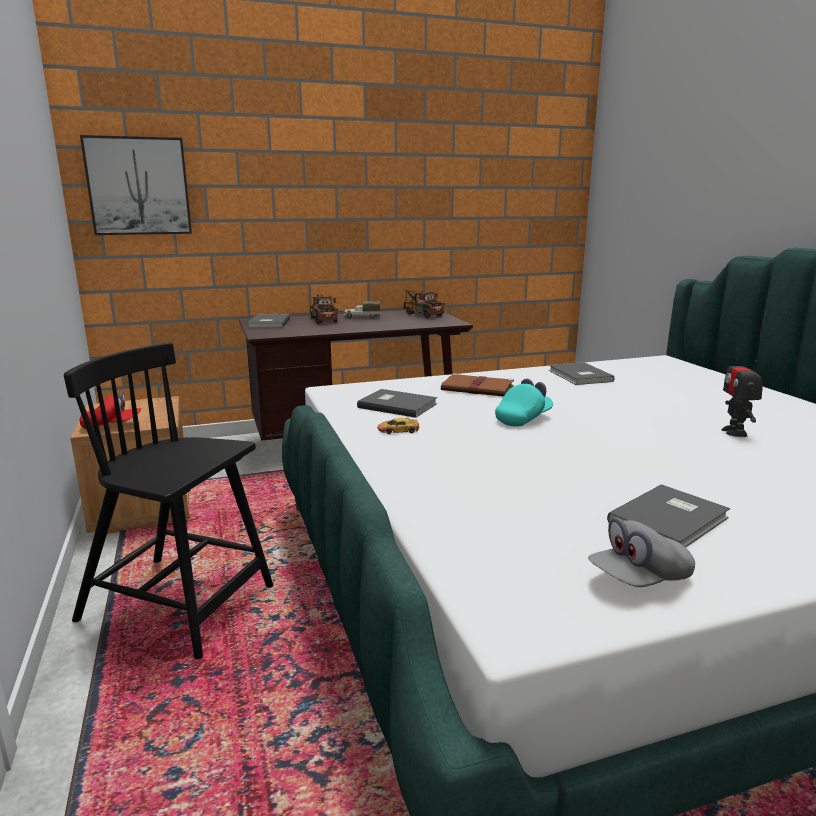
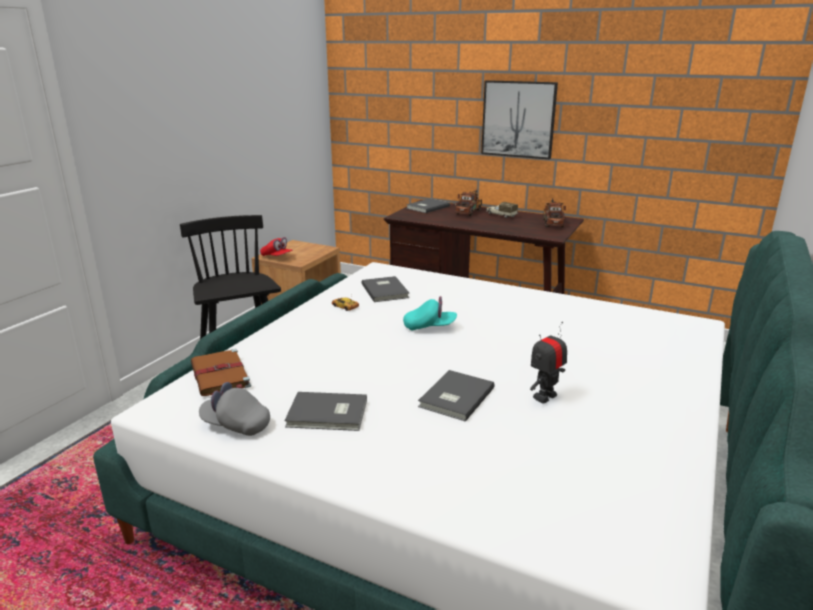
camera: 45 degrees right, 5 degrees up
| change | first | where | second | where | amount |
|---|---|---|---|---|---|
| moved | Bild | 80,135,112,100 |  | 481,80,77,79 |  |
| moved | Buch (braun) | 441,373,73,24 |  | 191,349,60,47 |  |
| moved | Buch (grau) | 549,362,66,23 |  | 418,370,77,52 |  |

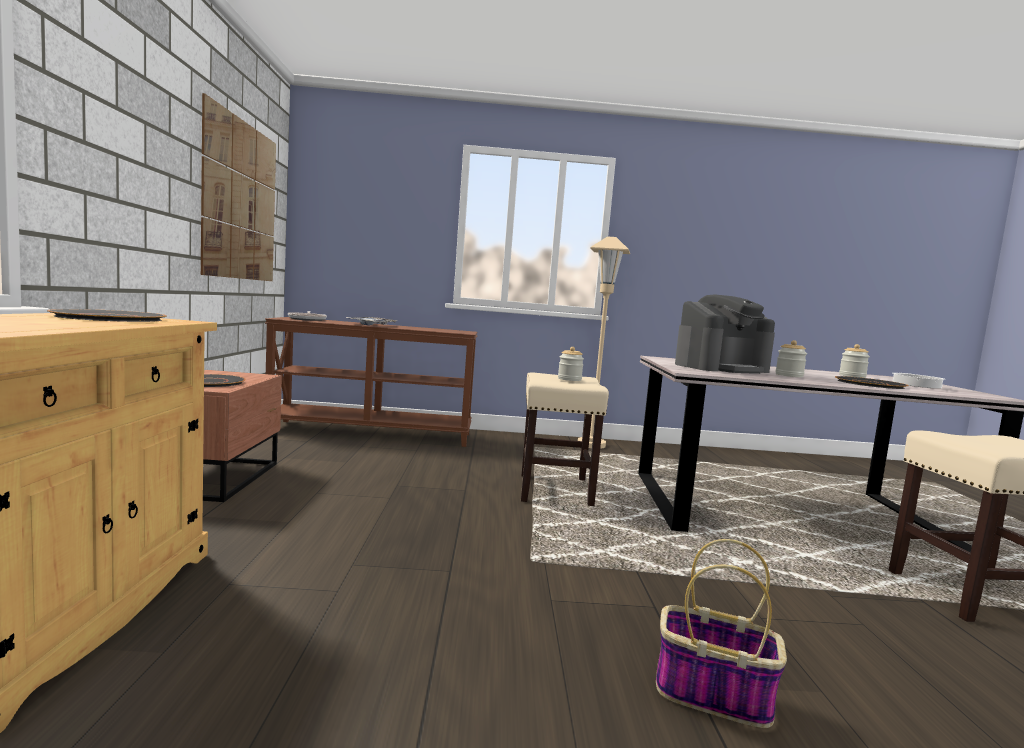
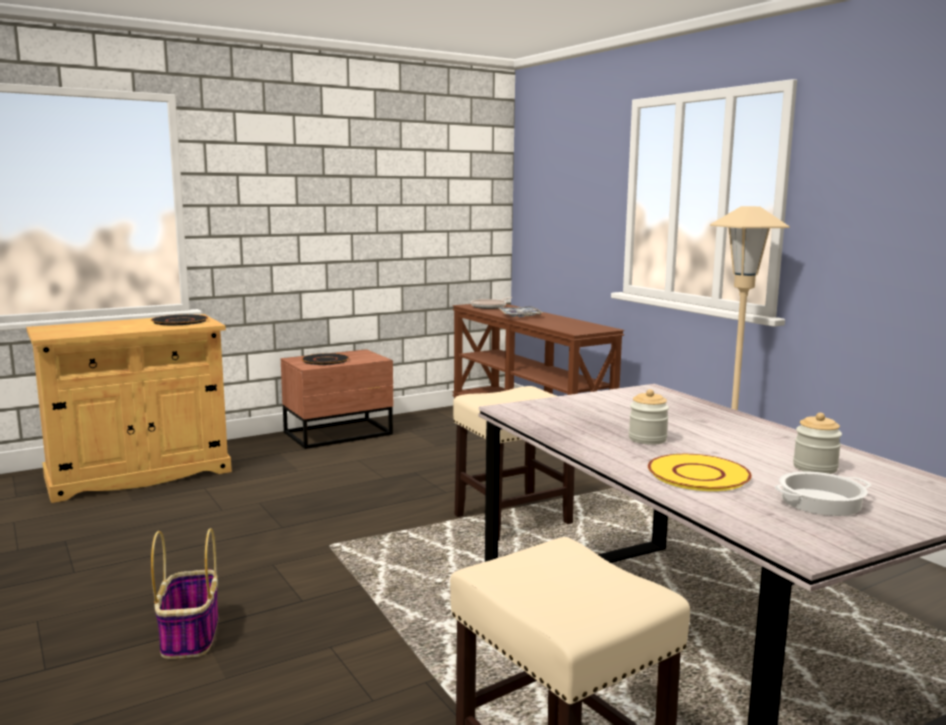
camera: 60 degrees right, 5 degrees up
| change | first | where | second | where | amount |
|---|---|---|---|---|---|
| removed | Bild | 201,93,75,188 |  |  |  |
| removed | Vorratsglas | 558,347,26,34 |  |  |  |
| removed | Kaffeemaschine | 675,294,100,80 |  |  |  |
| recoloured | Teller (schwarz) | 835,376,74,13 | Teller (gelb) | 648,454,104,37 |  |

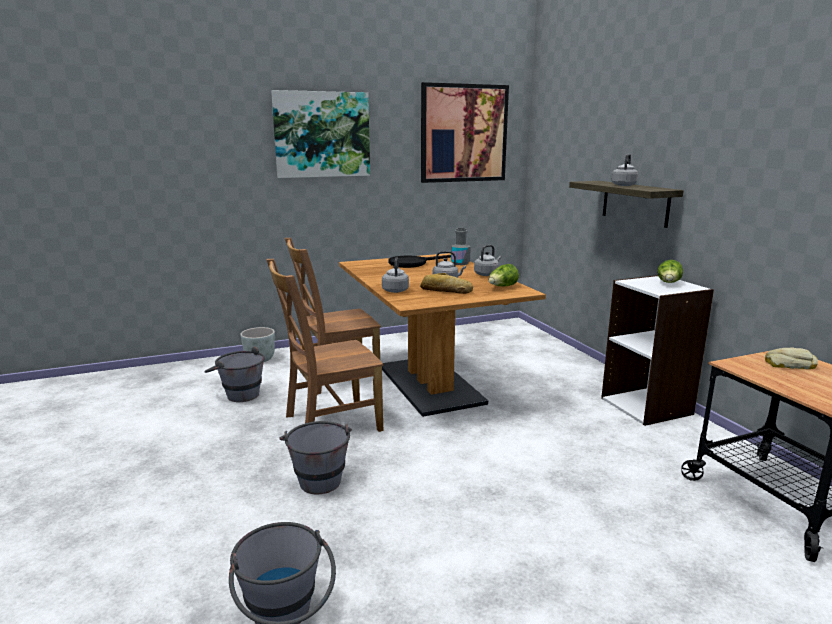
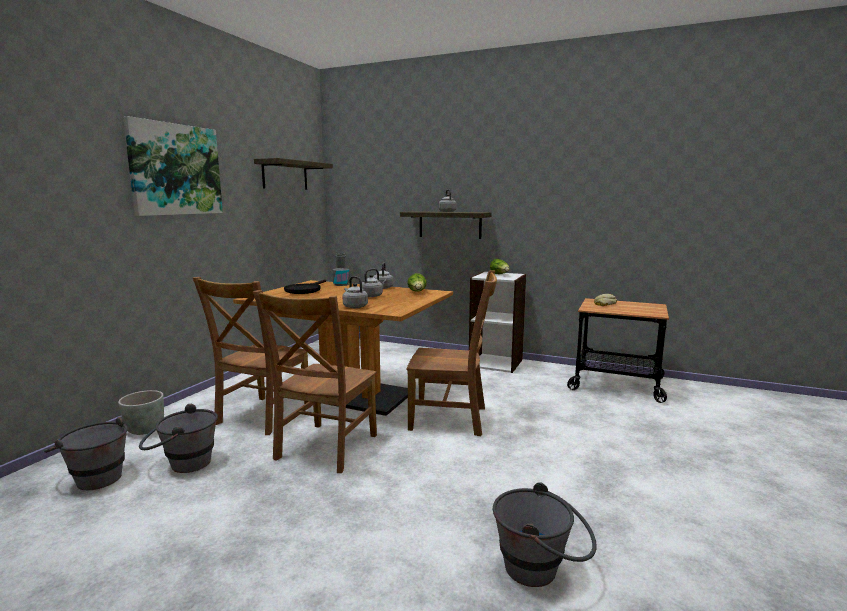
camera: 45 degrees left, 5 degrees down
| change | first | where | second | where | amount |
|---|---|---|---|---|---|
| removed | Brot | 420,273,53,21 |  |  |  |
| added |  |  | Stuhl (braun) | 407,271,90,165 |  |
| moved | Eimer (grau) | 279,421,73,73 |  | 44,416,84,74 |  |
| replaced | Bild | 421,82,88,101 | Wandregal | 254,158,79,32 |  |

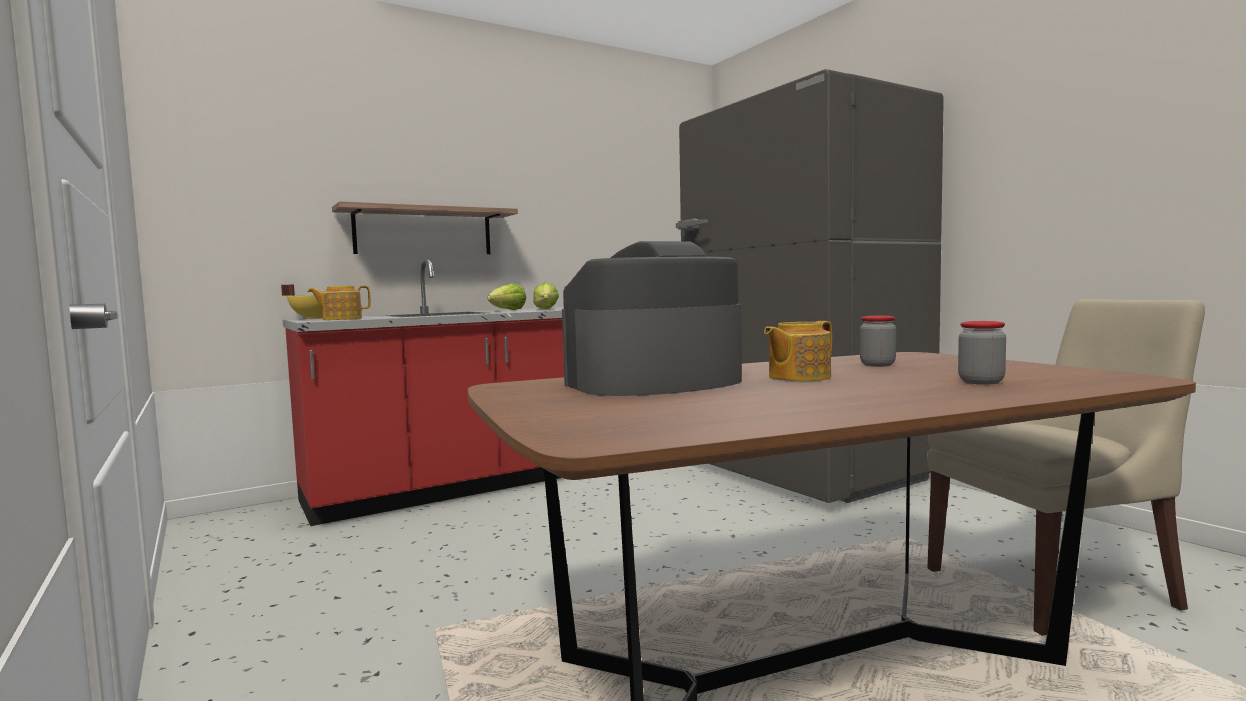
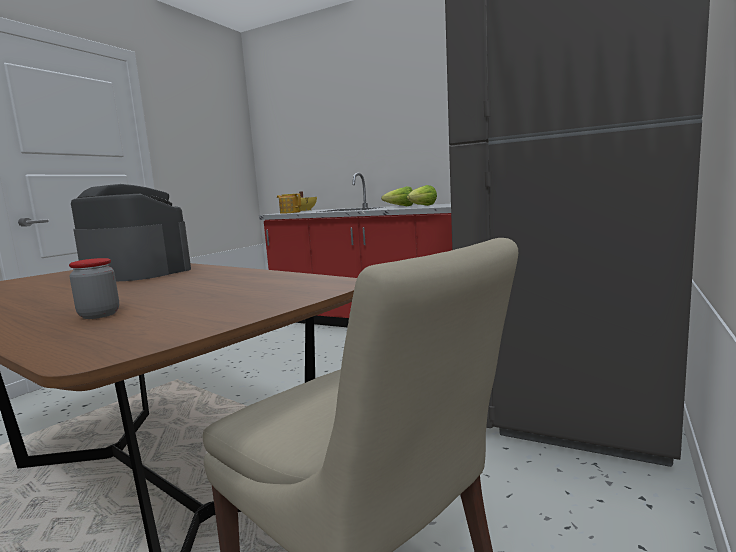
camera: 60 degrees right, 5 degrees up
| change | first | where | second | where | amount |
|---|---|---|---|---|---|
| removed | Wandregal | 332,201,186,53 |  |  |  |
| removed | Teekanne | 764,321,68,60 |  |  |  |
| removed | Vorratsglas | 860,316,36,51 |  |  |  |

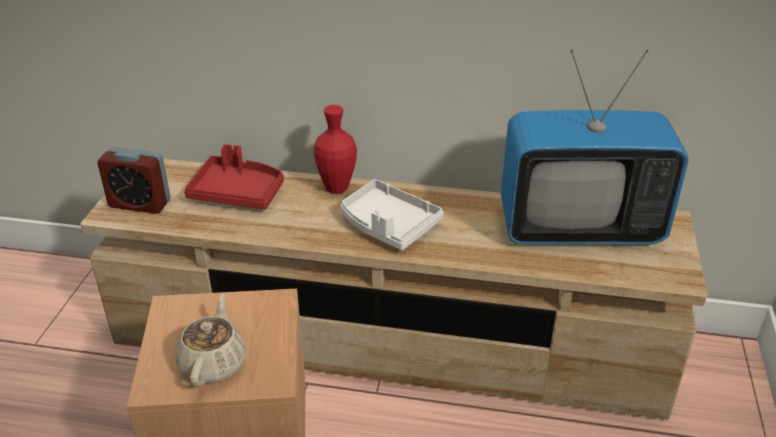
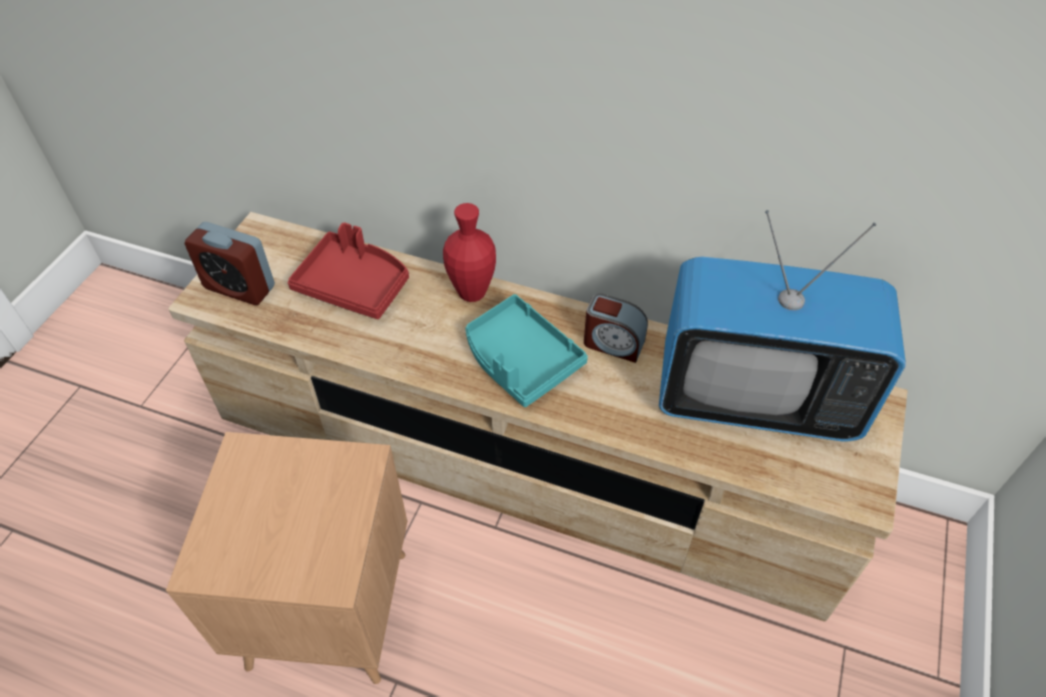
camera: 10 degrees right, 15 degrees up
| change | first | where | second | where | amount |
|---|---|---|---|---|---|
| removed | Teekanne (beige) | 175,294,71,93 |  |  |  |
| added |  |  | Wecker | 584,293,64,70 |  |
| recoloured | Tablett (weiß) | 340,179,104,71 | Tablett (türkis) | 465,294,123,113 |  |

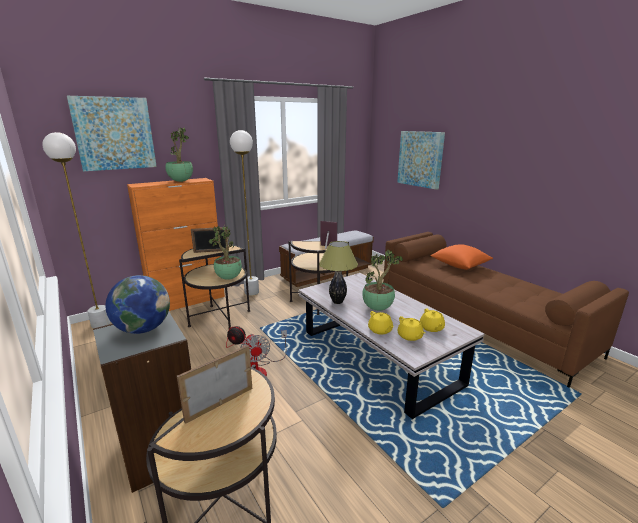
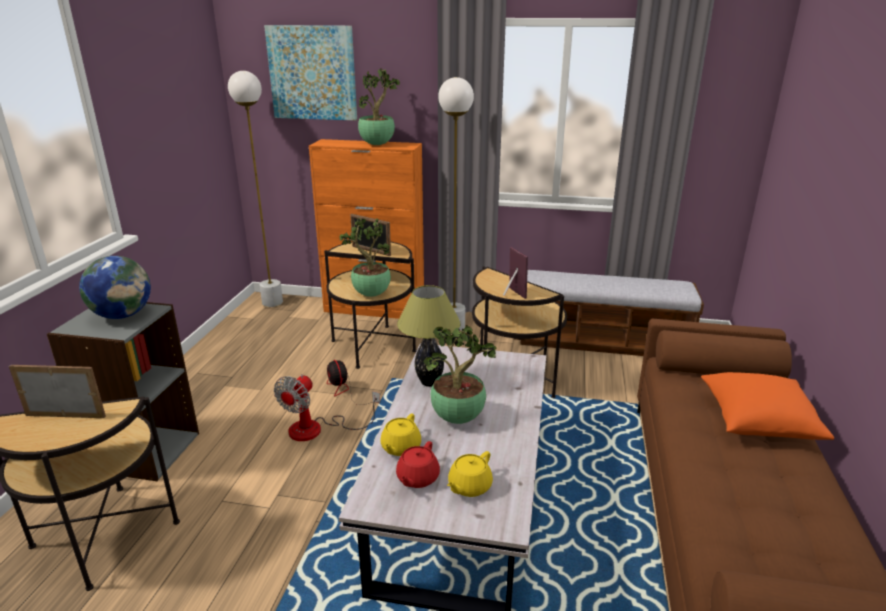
camera: 45 degrees right, 5 degrees up
| change | first | where | second | where | amount |
|---|---|---|---|---|---|
| removed | Bild | 397,131,48,59 |  |  |  |
| recoloured | Teekanne (gelb) | 397,316,28,25 | Teekanne (rot) | 396,441,44,47 |  |

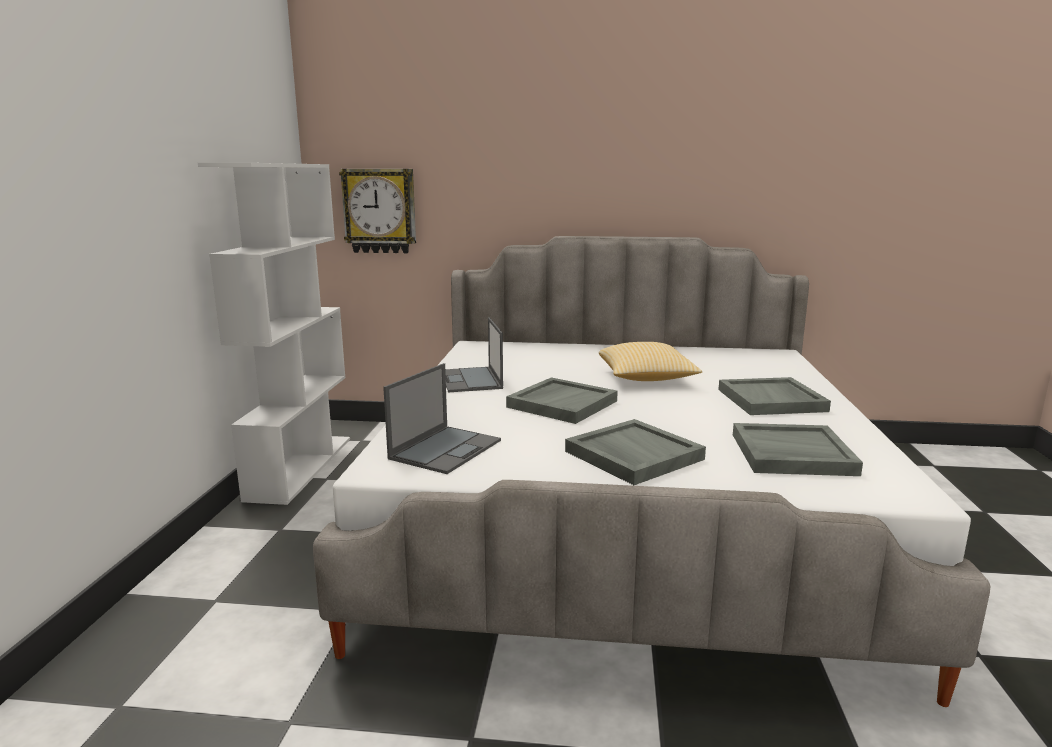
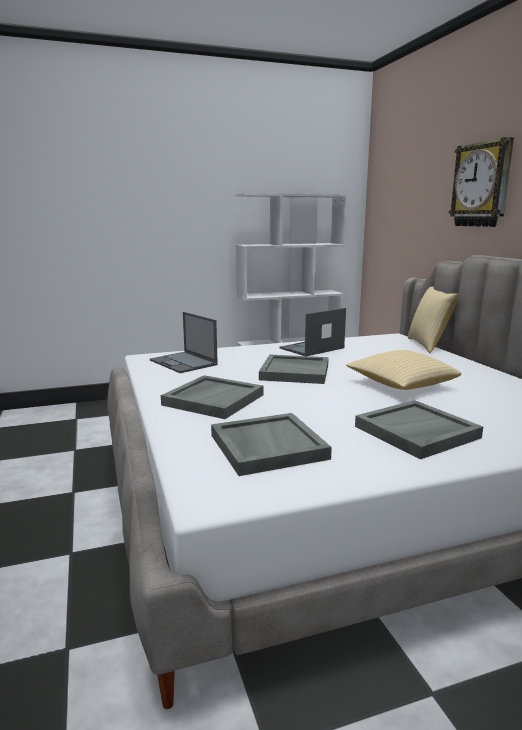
camera: 65 degrees right, 0 degrees up
| change | first | where | second | where | amount |
|---|---|---|---|---|---|
| added |  |  | Kissen | 408,287,50,66 |  |
| moved | Wanduhr | 339,169,77,84 |  | 449,137,65,90 |  |
| turned | Laptop | 383,363,118,111 |  | 150,312,68,61 | 45 degrees clockwise |

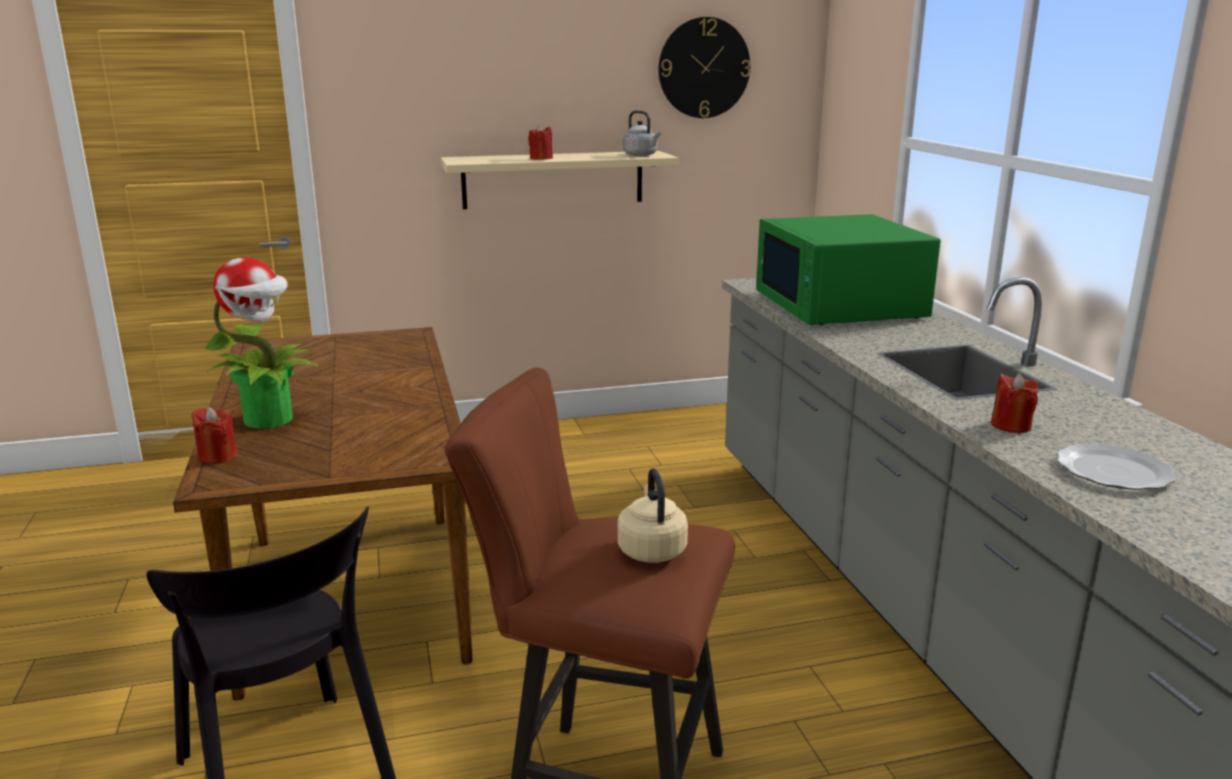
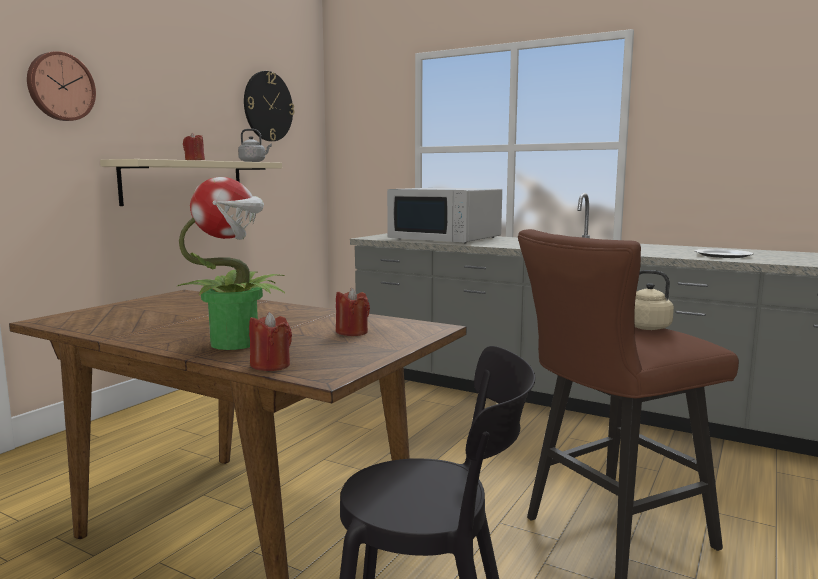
camera: 45 degrees left, 10 degrees down
| change | first | where | second | where | amount |
|---|---|---|---|---|---|
| added |  |  | Wanduhr | 27,51,69,70 |  |
| moved | Kerze (rot) | 991,373,47,60 |  | 336,288,34,48 |  |
| recoloured | Mikrowelle (grün) | 756,214,184,111 | Mikrowelle (weiß) | 387,188,115,55 |  |

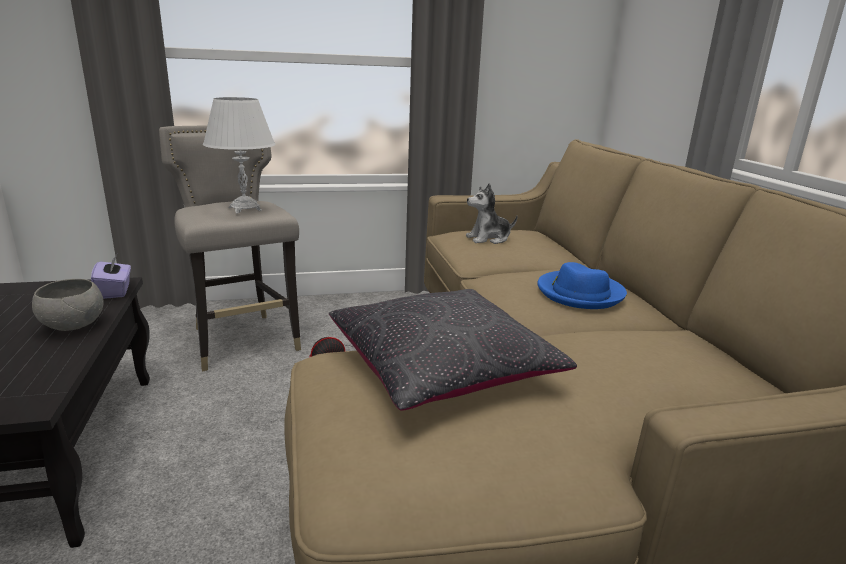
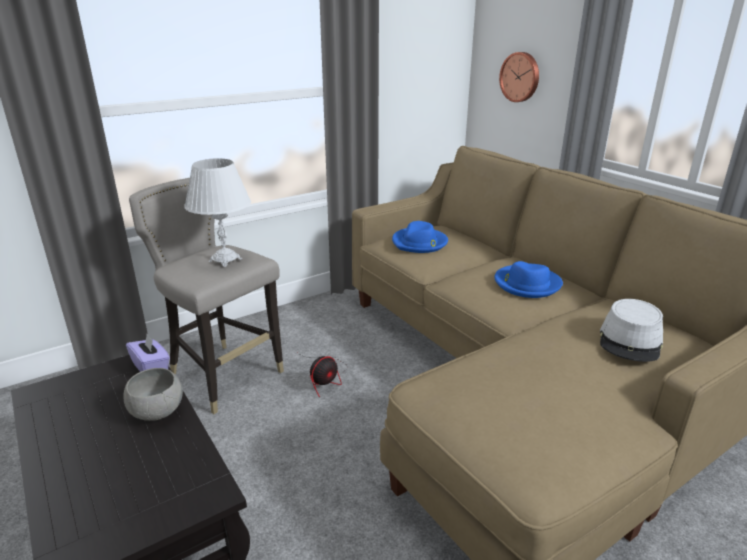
camera: 20 degrees left, 5 degrees up
| change | first | where | second | where | amount |
|---|---|---|---|---|---|
| removed | Kissen (schwarz) | 329,289,248,122 |  |  |  |
| added |  |  | Wanduhr | 499,52,40,50 |  |
| added |  |  | Hut (grau) | 600,299,63,63 |  |
| replaced | Plüschtier | 466,183,52,61 | Hut (blau) | 392,221,56,32 |  |

